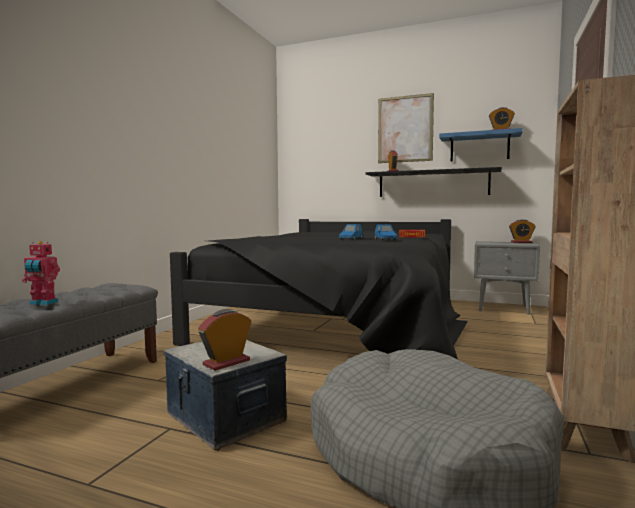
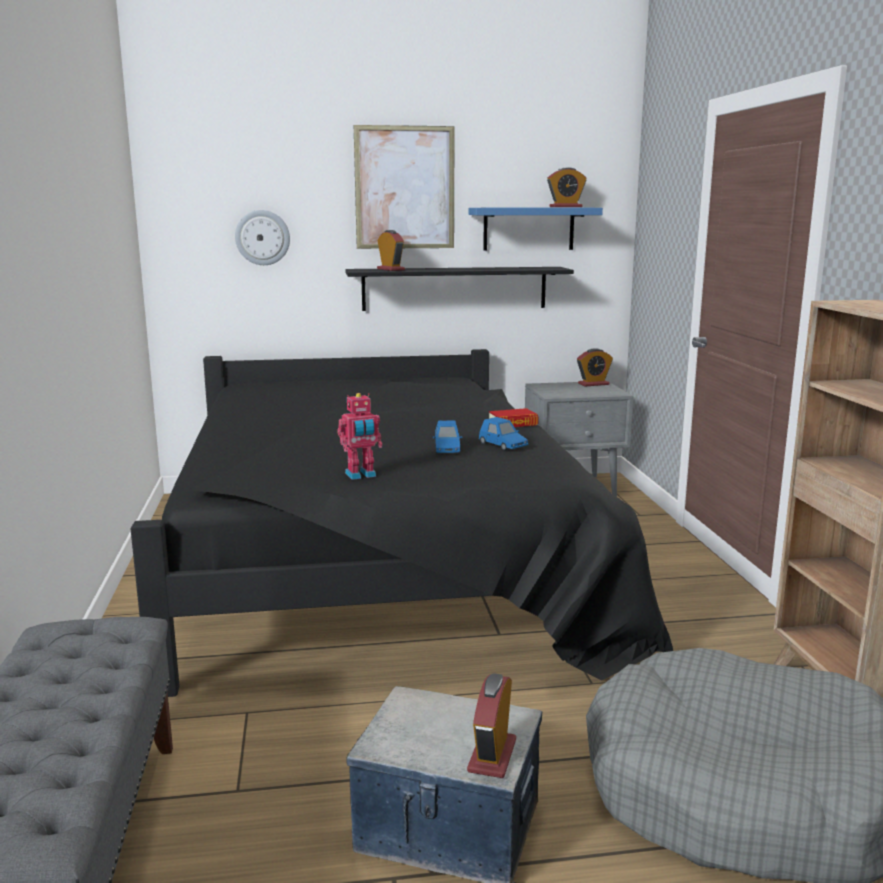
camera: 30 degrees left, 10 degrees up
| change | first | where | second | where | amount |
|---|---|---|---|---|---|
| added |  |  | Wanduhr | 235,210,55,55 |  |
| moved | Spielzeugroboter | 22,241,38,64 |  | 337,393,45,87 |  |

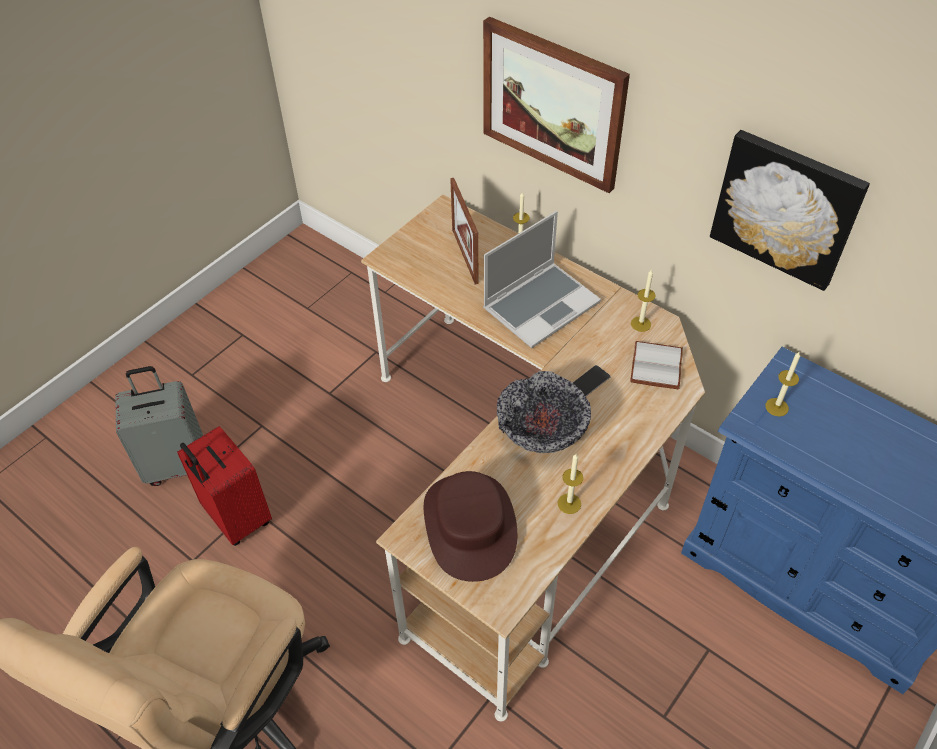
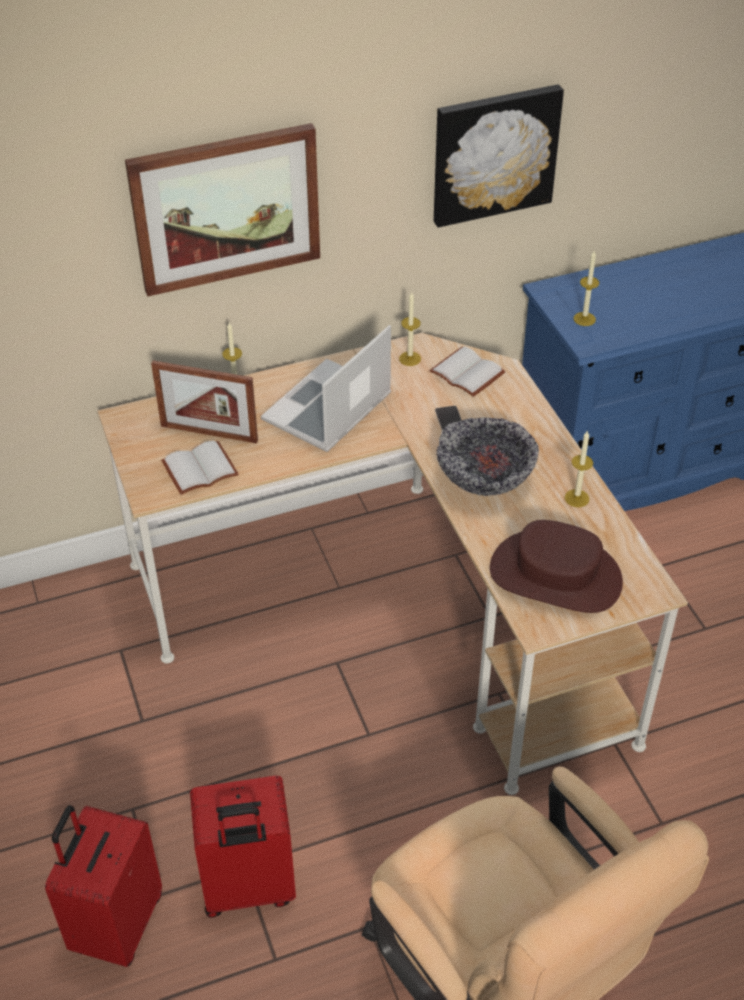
camera: 60 degrees left, 5 degrees down
| change | first | where | second | where | amount |
|---|---|---|---|---|---|
| added |  |  | Buch (weiß) | 161,440,78,55 |  |
| recoloured | Koffer (grau) | 115,366,88,120 | Koffer (rot) | 45,805,117,162 |  |
| turned | Laptop | 483,211,118,137 |  | 261,325,130,127 | 135 degrees counterclockwise |

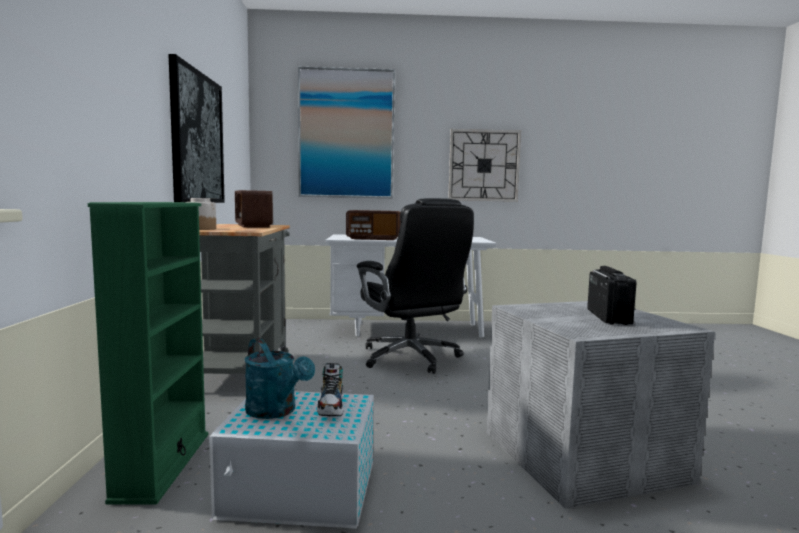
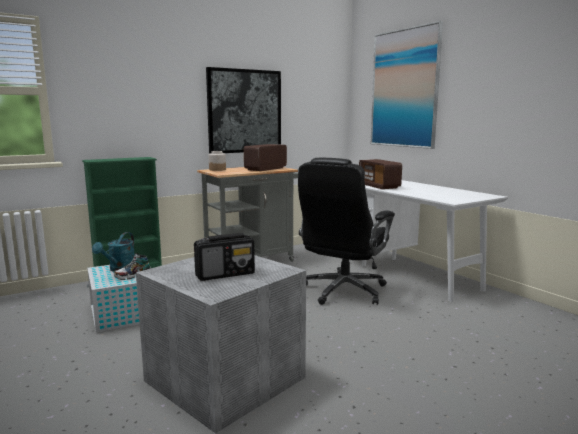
camera: 60 degrees right, 5 degrees up
| change | first | where | second | where | amount |
|---|---|---|---|---|---|
| removed | Wanduhr | 448,129,73,73 |  |  |  |

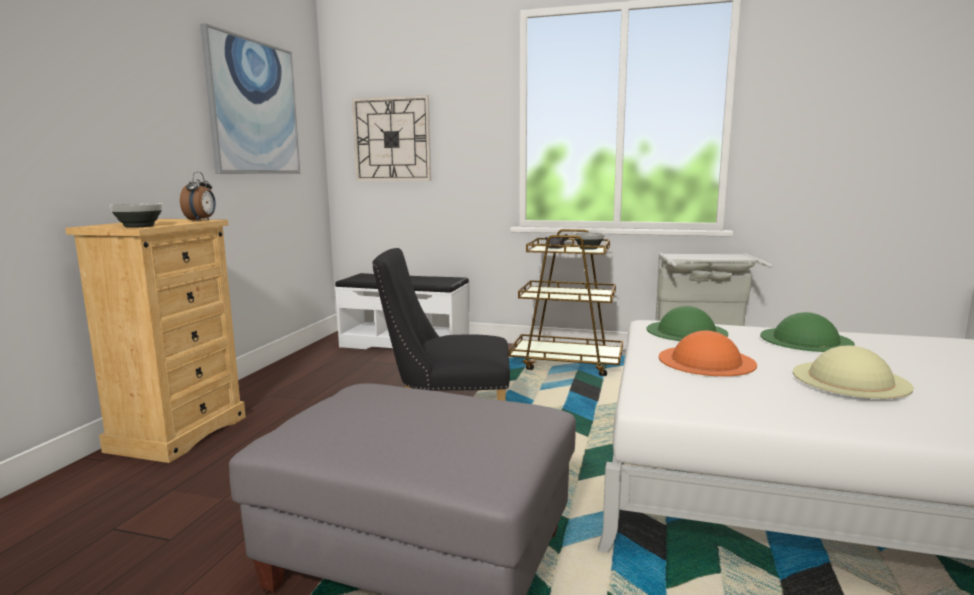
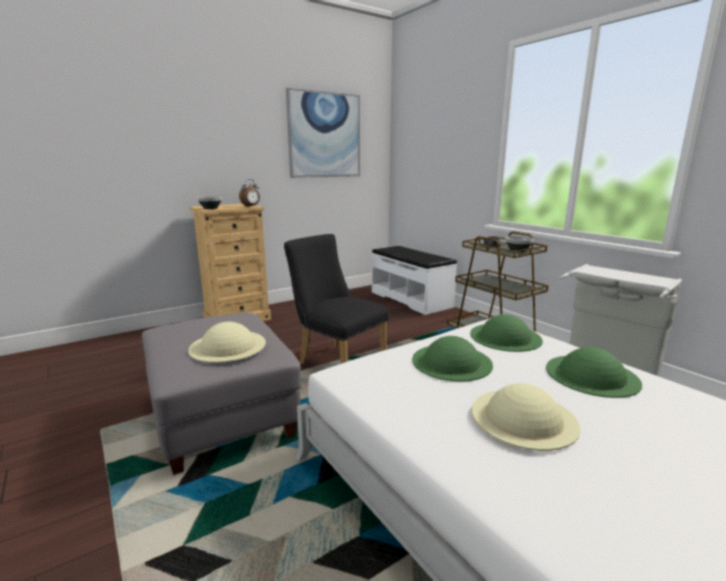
camera: 40 degrees right, 5 degrees up
| change | first | where | second | where | amount |
|---|---|---|---|---|---|
| removed | Wanduhr | 352,95,79,86 |  |  |  |
| added |  |  | Hut (beige) | 188,322,78,41 |  |
| recoloured | Hut (orange) | 659,331,98,45 | Hut (grün) | 412,336,81,46 |  |

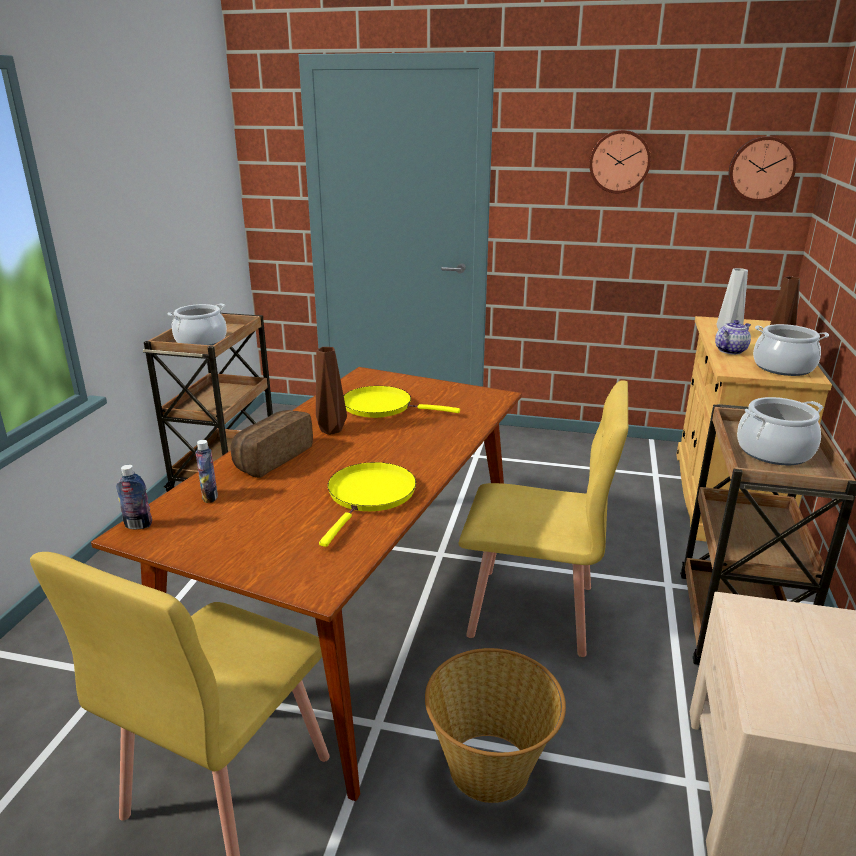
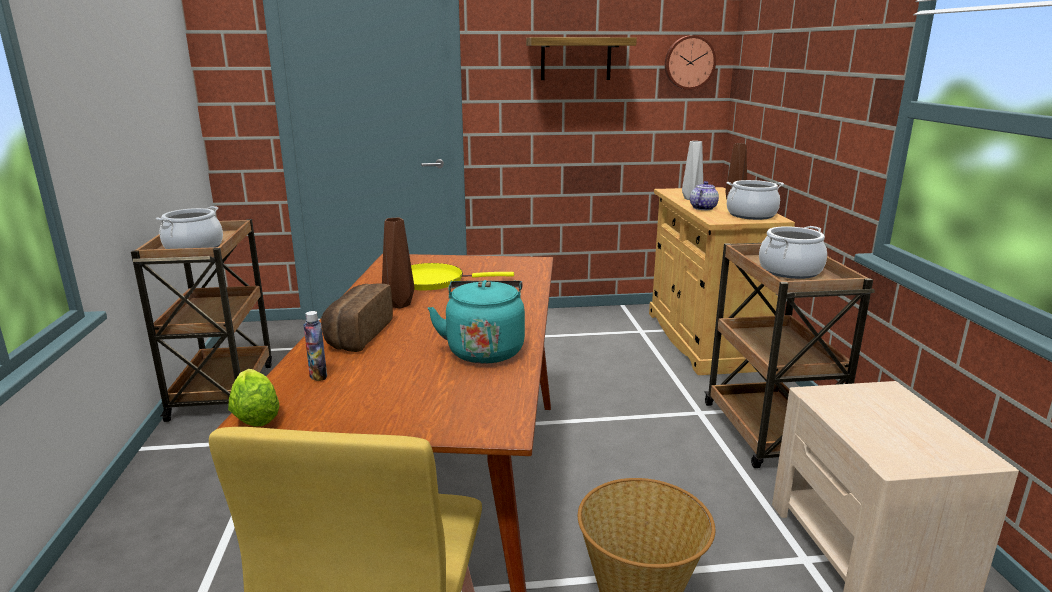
camera: 20 degrees left, 5 degrees down
| change | first | where | second | where | amount |
|---|---|---|---|---|---|
| removed | Stuhl (gelb) | 459,380,169,277 |  |  |  |
| replaced | Flasche | 116,465,36,64 | Salatkopf | 228,369,51,58 |  |
| replaced | Pfanne (gelb) | 319,462,97,85 | Wasserkessel (türkis) | 428,280,97,84 |  |
| replaced | Wanduhr | 589,130,62,63 | Wandregal | 526,37,111,43 |  |

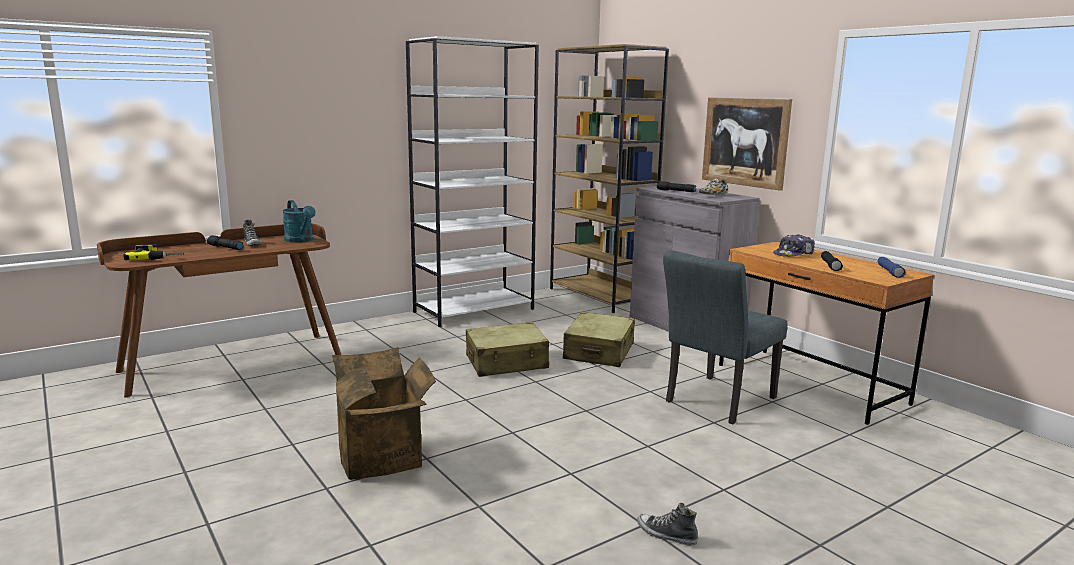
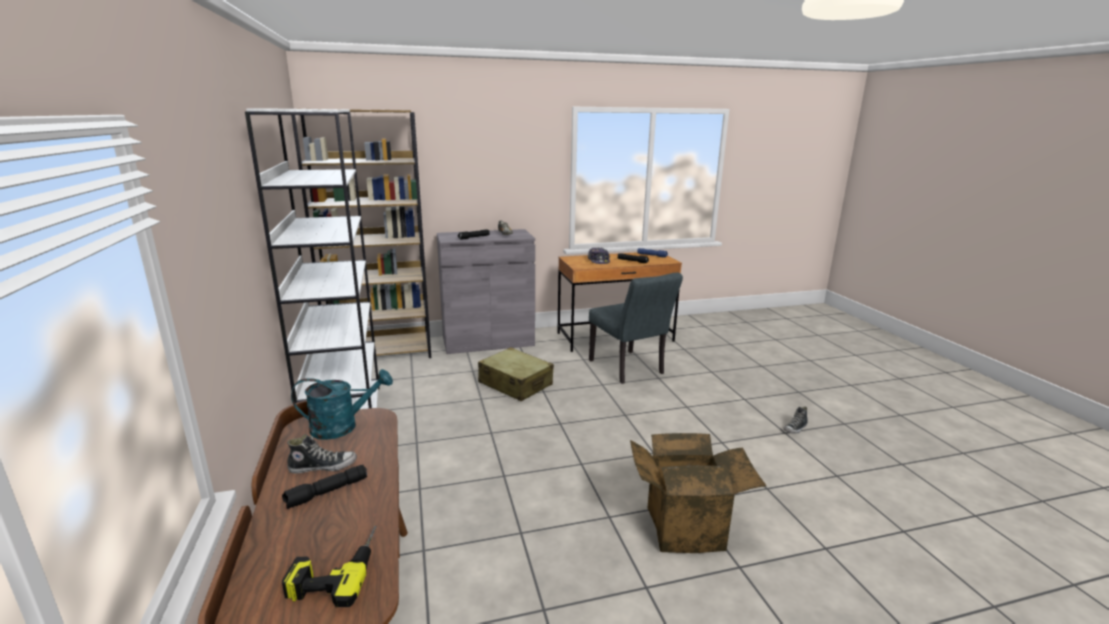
camera: 70 degrees left, 5 degrees up
| change | first | where | second | where | amount |
|---|---|---|---|---|---|
| removed | Koffer (beige) | 466,322,83,55 |  |  |  |
| removed | Bild | 702,97,90,94 |  |  |  |

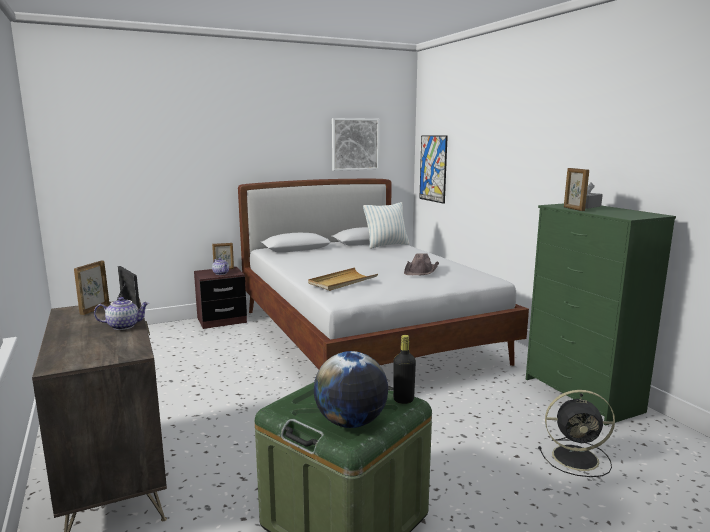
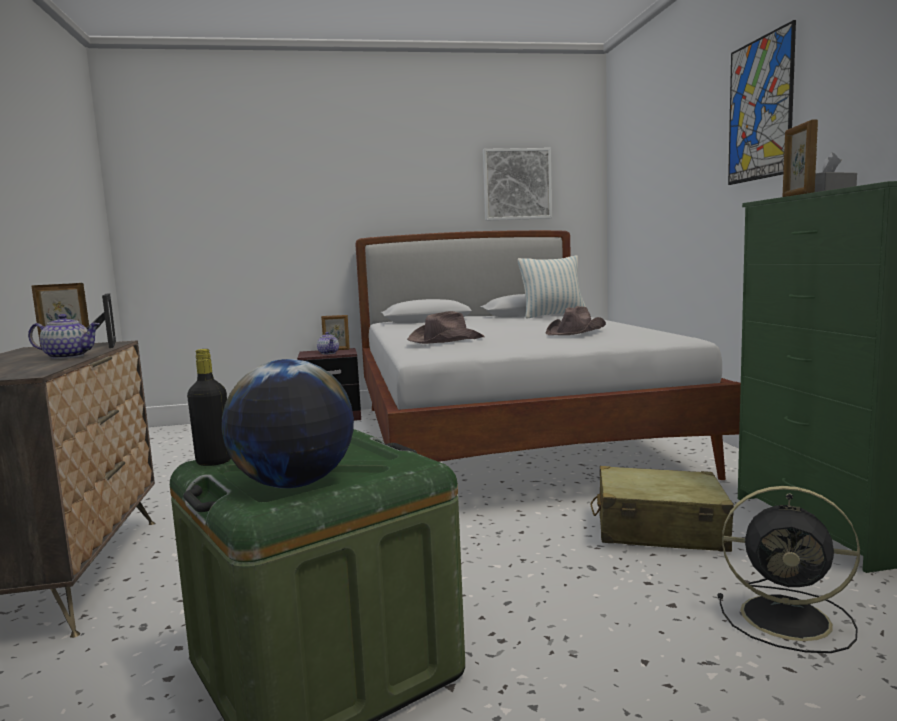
camera: 15 degrees right, 5 degrees down
| change | first | where | second | where | amount |
|---|---|---|---|---|---|
| added |  |  | Koffer (beige) | 591,466,143,86 |  |
| moved | Flasche (schwarz) | 393,335,23,69 |  | 187,349,44,117 |  |
| moved | Bild | 419,135,29,69 |  | 728,20,68,165 |  |
| replaced | Tablett (beige) | 308,268,70,23 | Hut (braun) | 407,311,78,33 |  |

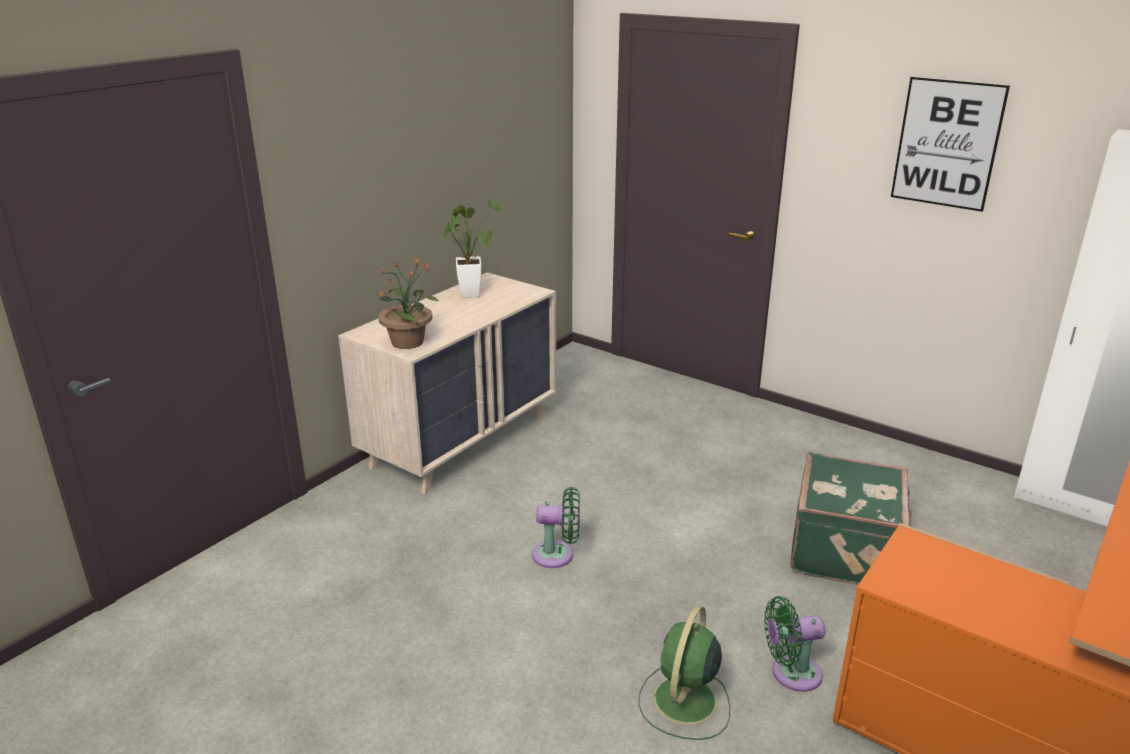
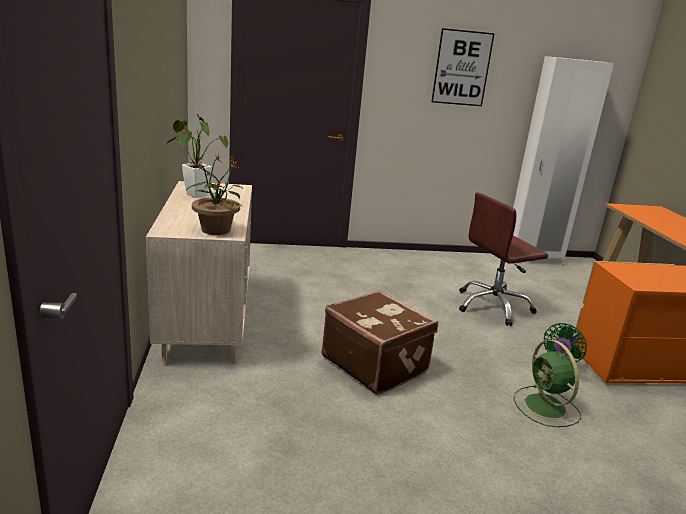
camera: 45 degrees left, 5 degrees down
| change | first | where | second | where | amount |
|---|---|---|---|---|---|
| replaced | Ventilator (grün) | 532,487,48,81 | Koffer (braun) | 322,290,116,105 |  |
| replaced | Koffer (grün) | 790,452,122,133 | Bürostuhl (braun) | 459,192,89,134 |  |

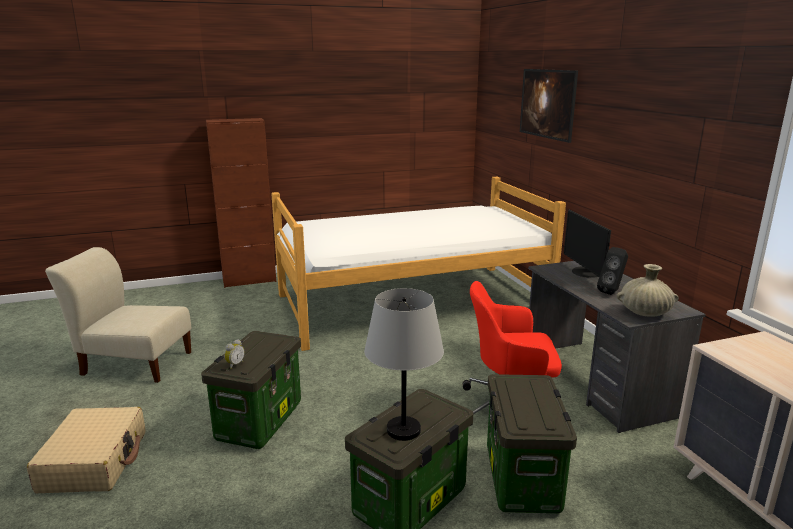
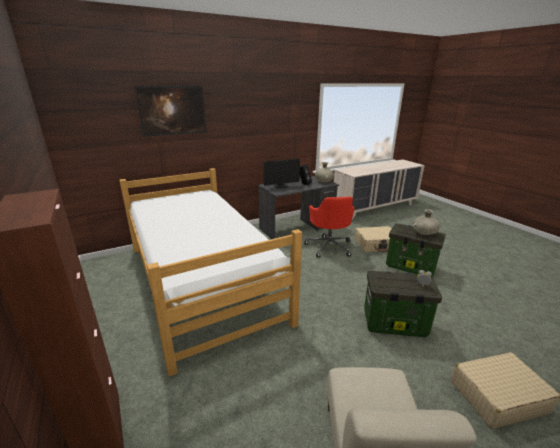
camera: 100 degrees left, 5 degrees up
| change | first | where | second | where | amount |
|---|---|---|---|---|---|
| replaced | Tischlampe (grau) | 364,288,80,153 | Vase (beige) | 412,209,28,26 |  |
| replaced | Aufbewahrungsbox | 487,374,90,139 | Koffer (beige) | 354,226,37,26 |  |

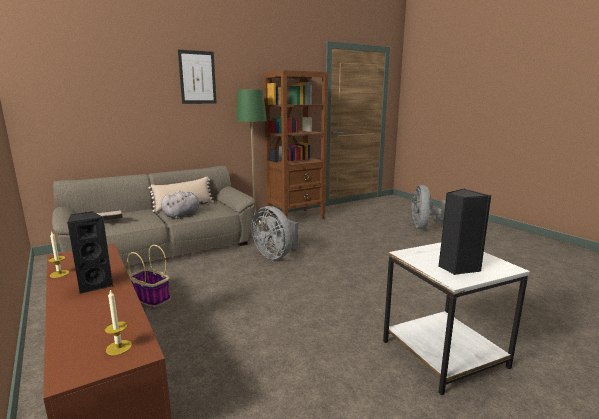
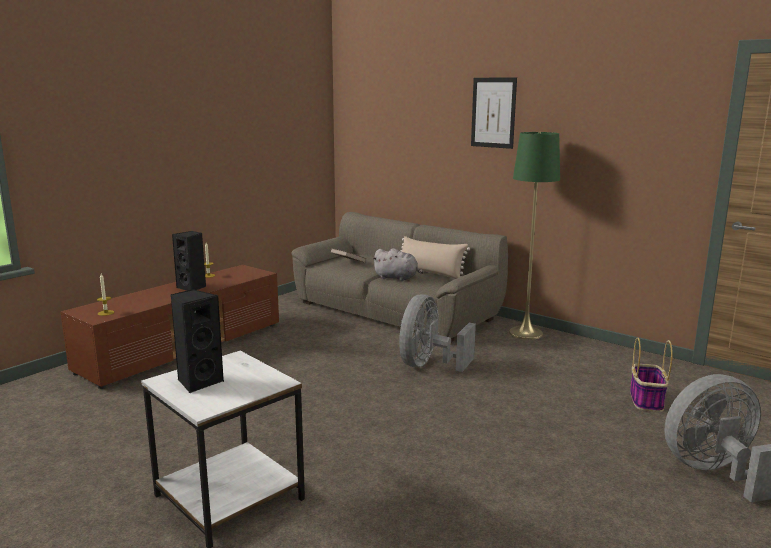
camera: 70 degrees right, 0 degrees up
| change | first | where | second | where | amount |
|---|---|---|---|---|---|
| removed | Bücherregal (braun) | 263,70,66,149 |  |  |  |
| moved | Korb | 127,245,43,62 |  | 630,338,43,74 |  |

